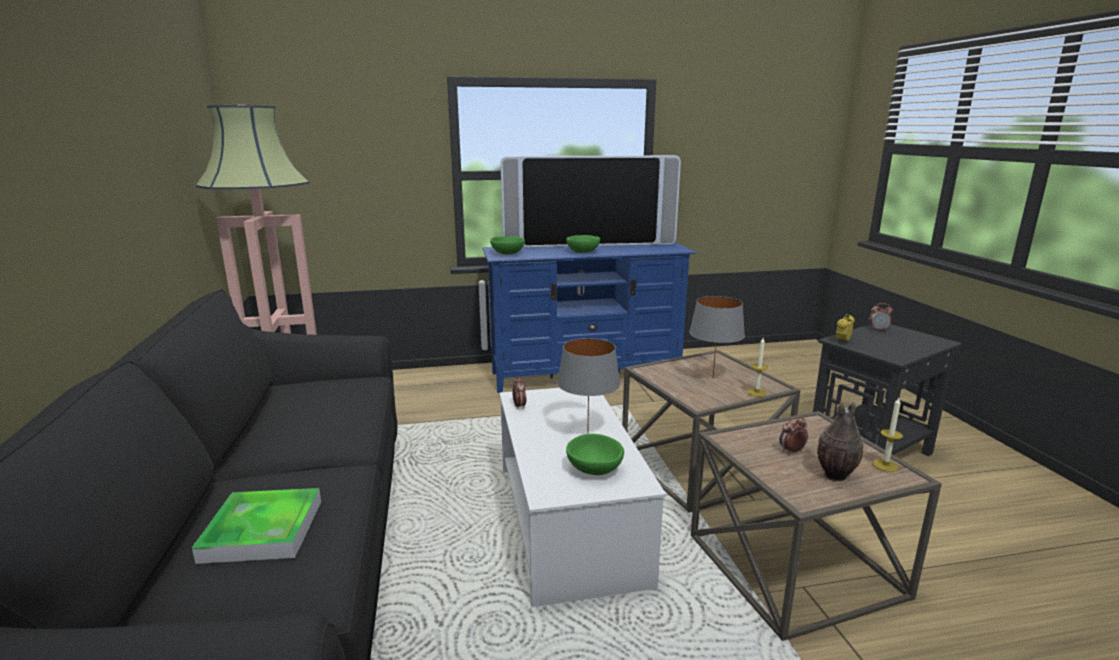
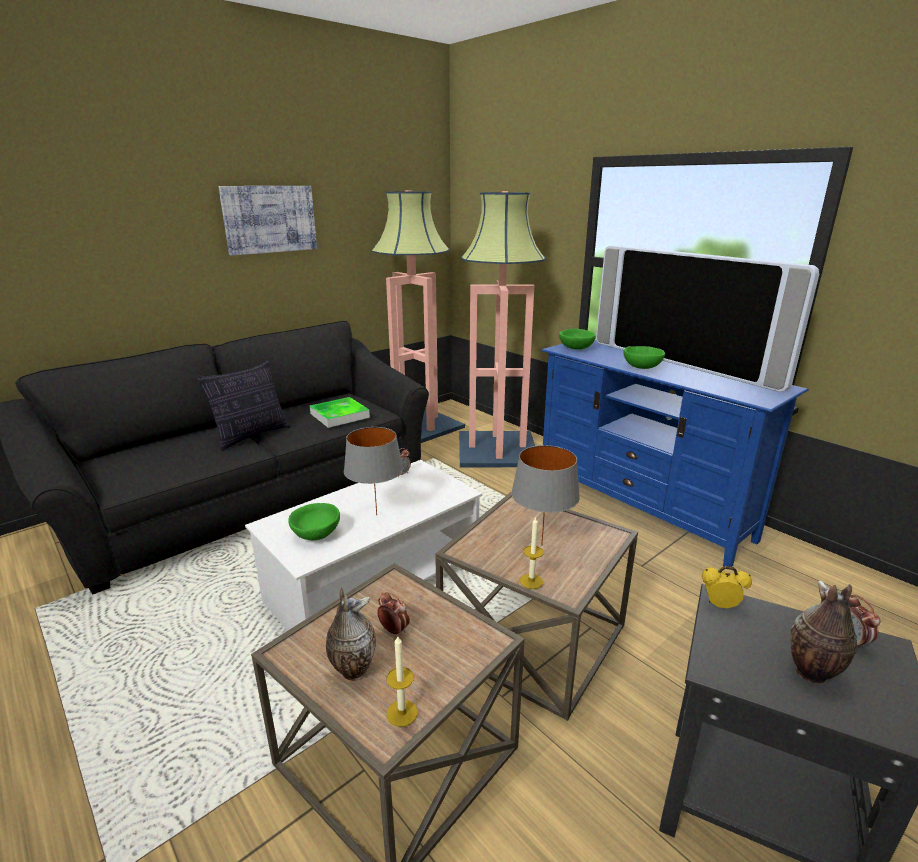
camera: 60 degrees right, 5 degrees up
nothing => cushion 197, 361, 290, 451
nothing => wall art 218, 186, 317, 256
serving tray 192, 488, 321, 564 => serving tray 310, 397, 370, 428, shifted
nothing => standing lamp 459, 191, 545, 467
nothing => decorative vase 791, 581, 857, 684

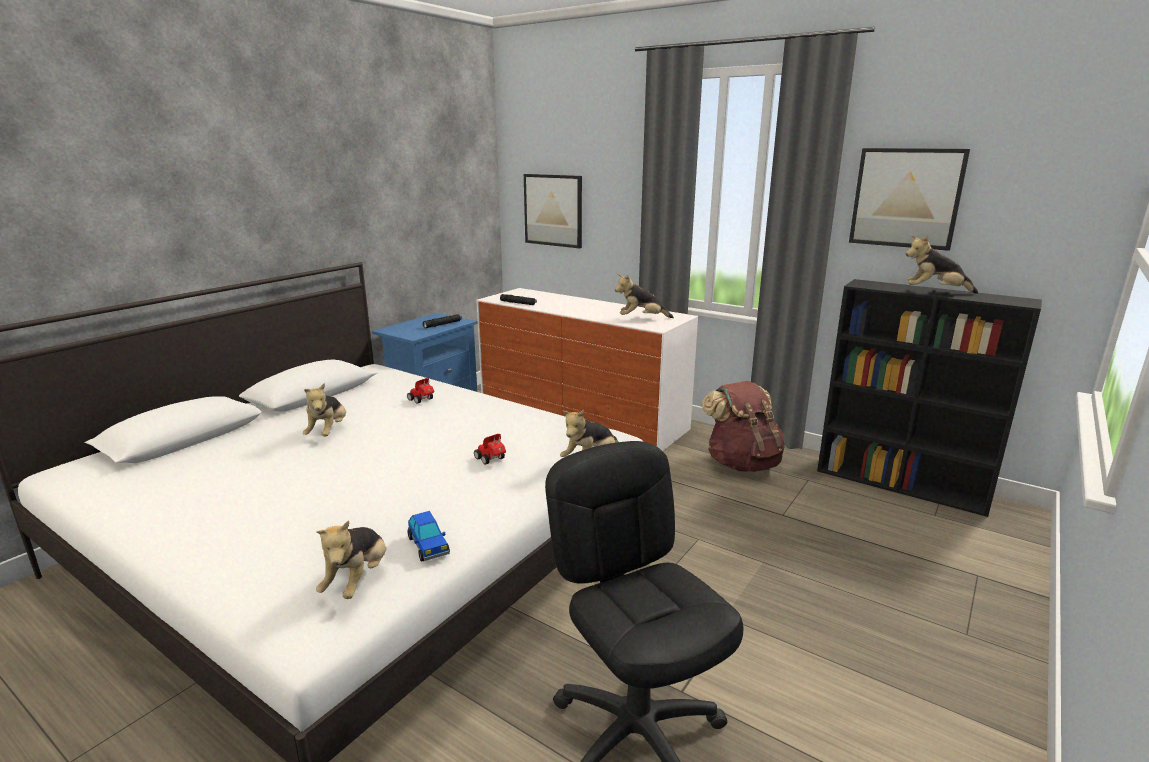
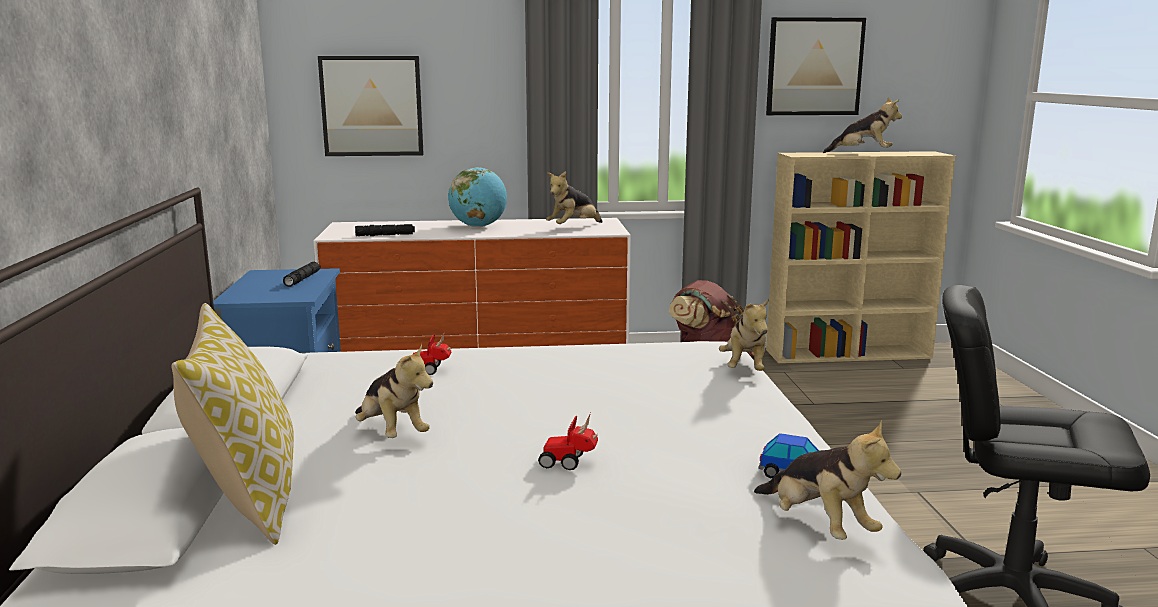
camera: 40 degrees left, 5 degrees down
nothing => cushion 172, 303, 294, 545
nothing => globe 448, 167, 507, 227
miniature car 474, 434, 506, 465 => miniature car 538, 413, 598, 470, shifted
black bookshelf 817, 279, 1042, 517 => beige bookshelf 766, 151, 955, 363
cuddly toy 906, 235, 978, 294 => cuddly toy 823, 97, 902, 153, 135 degrees counterclockwise

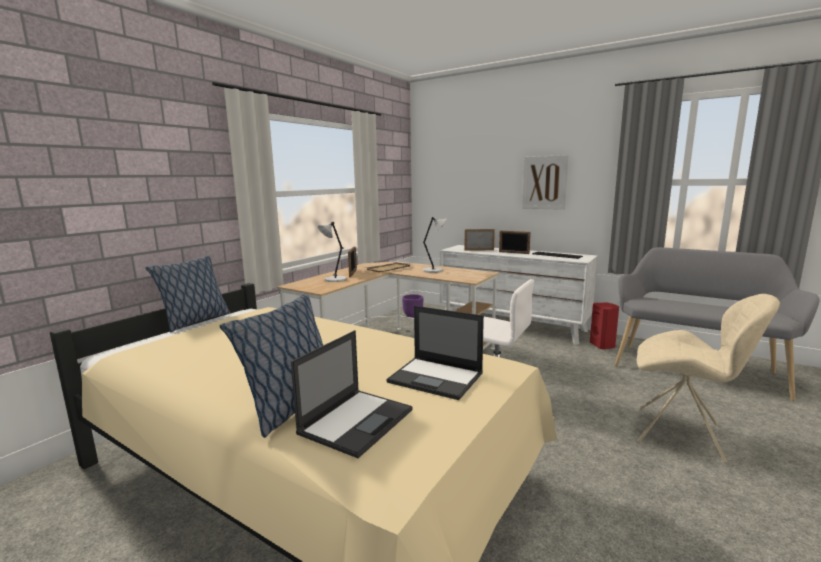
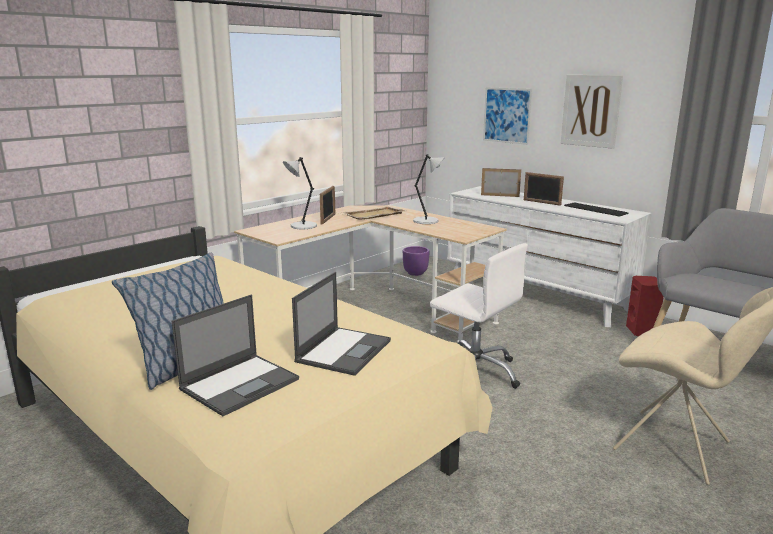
camera: 10 degrees right, 5 degrees up
laptop 386, 306, 484, 400 => laptop 292, 272, 391, 376, 105 degrees counterclockwise
nothing => wall art 483, 87, 533, 145
cushion 145, 255, 230, 332 => nothing

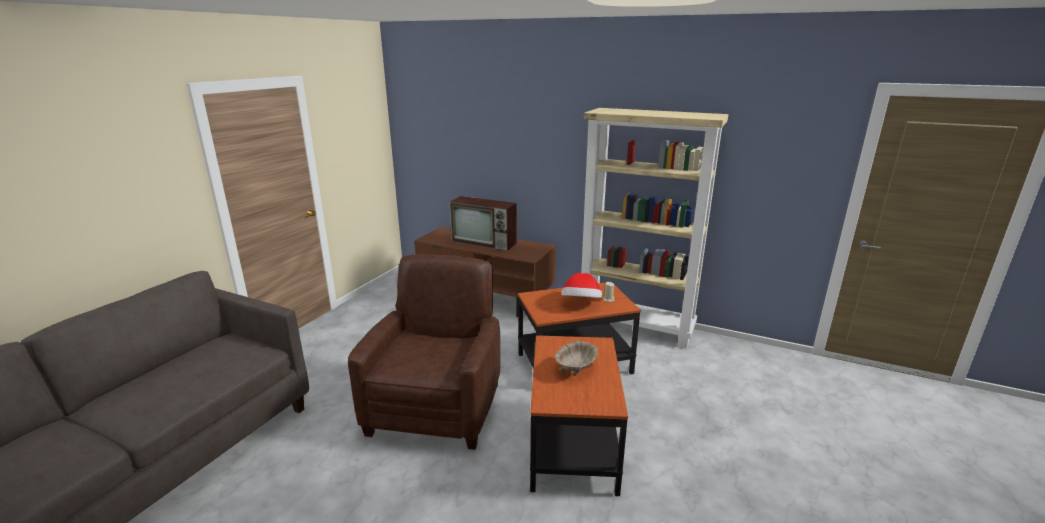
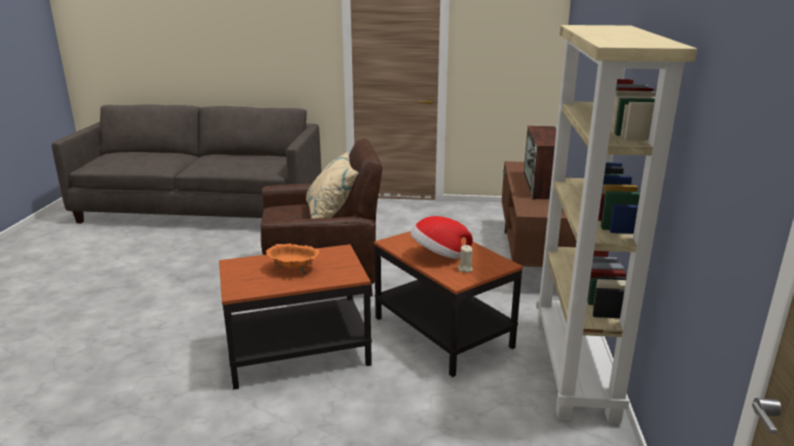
camera: 70 degrees right, 0 degrees up
beige deep dish 555, 340, 598, 376 => orange-coloured deep dish 265, 244, 319, 275
nothing => beige cushion 306, 152, 358, 219

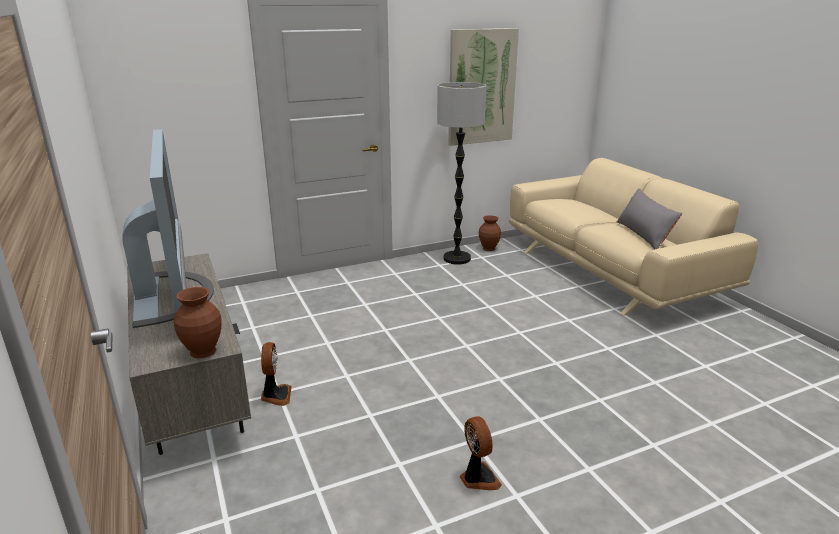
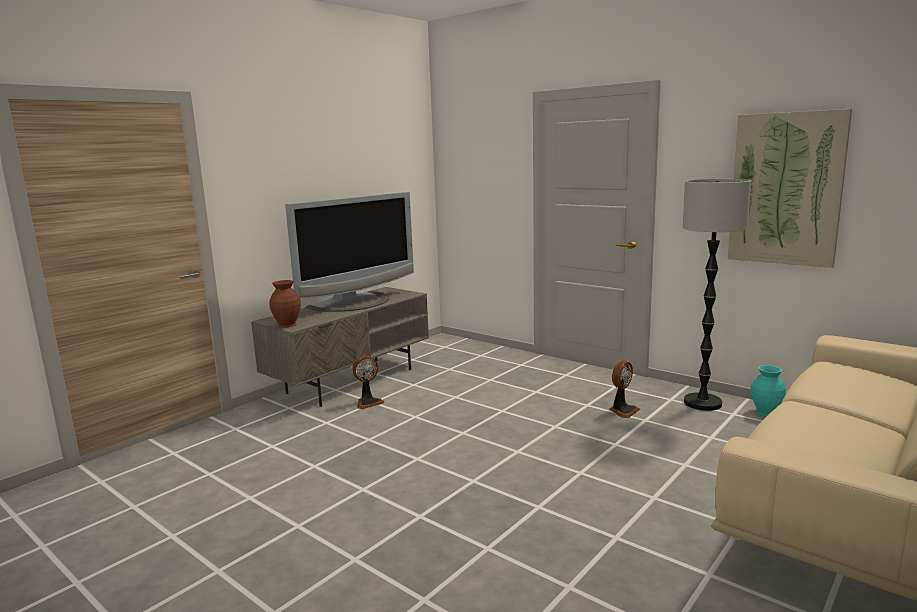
camera: 65 degrees right, 10 degrees down
fan 460, 416, 502, 490 => fan 610, 361, 640, 418, shifted
brownish decorative vase 479, 215, 501, 251 => turquoise-coloured decorative vase 751, 365, 786, 416
greyish cushion 617, 188, 682, 250 => nothing

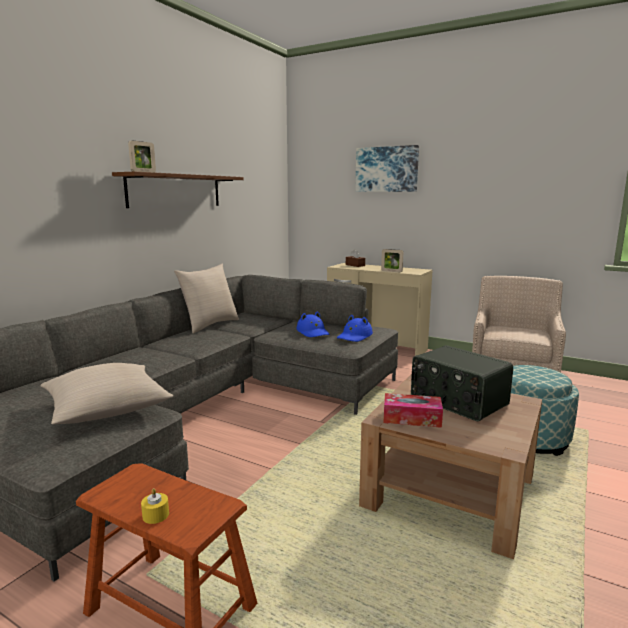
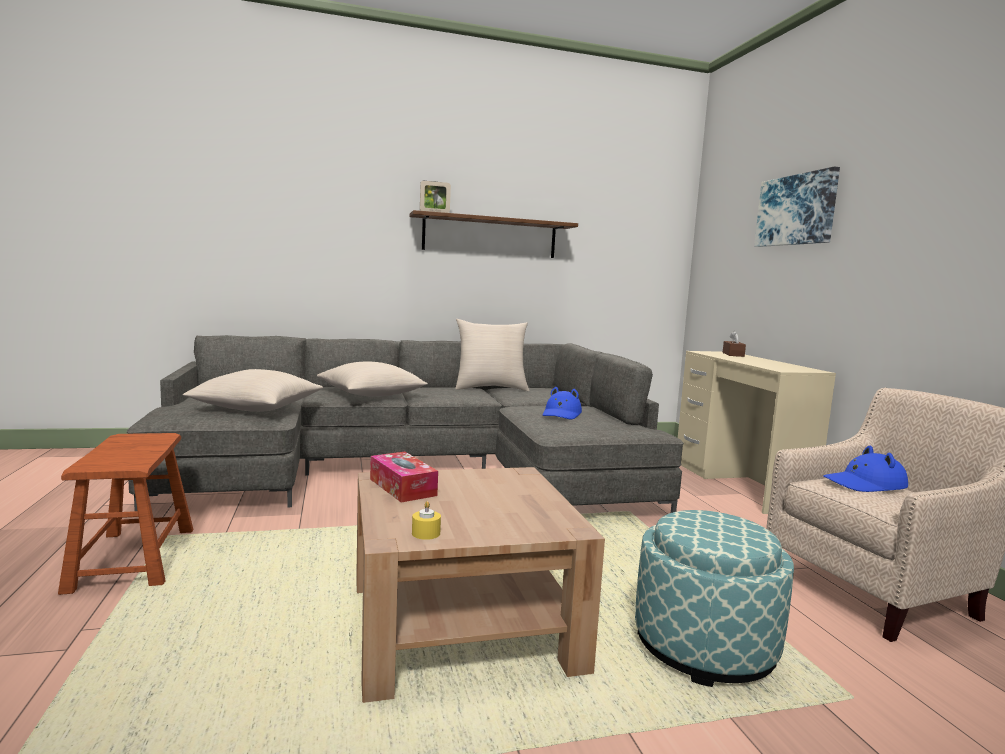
camera: 45 degrees right, 5 degrees down
nothing => beige cushion 317, 362, 428, 397
yellow-coloured wax light 141, 488, 169, 524 => yellow-coloured wax light 412, 501, 441, 540, shifted
blue clothing hat 337, 315, 373, 342 => blue clothing hat 824, 446, 908, 492, shifted
photo frame 381, 249, 403, 272 => nothing
radio receiver 411, 345, 513, 421 => nothing

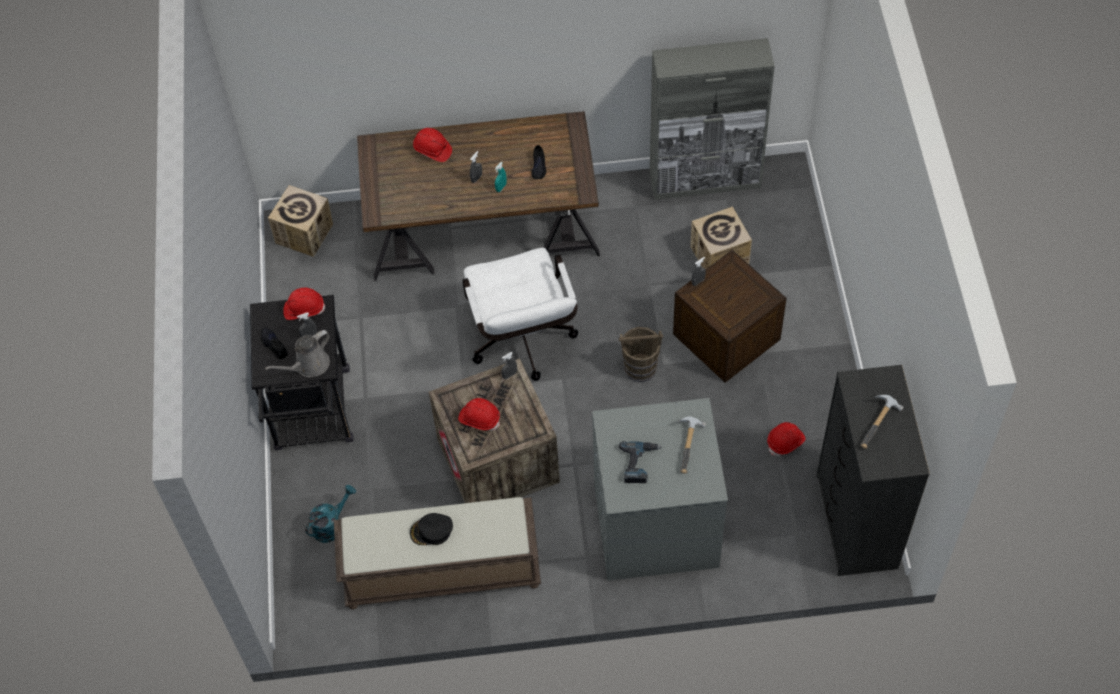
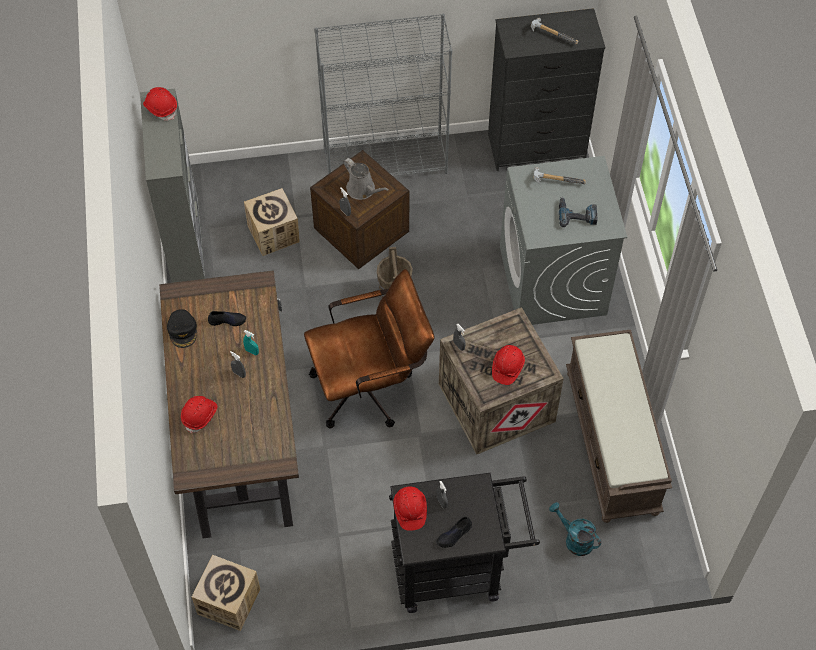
camera: 95 degrees left, 0 degrees up
red work helmet 767, 422, 806, 456 => red work helmet 143, 87, 177, 121, shifted
black peaked cap 410, 513, 453, 545 => black peaked cap 167, 309, 197, 348, shifted
white-coloured desk chair 462, 248, 578, 381 => brownish desk chair 304, 269, 435, 429
nothing => greyish bookshelf 314, 14, 452, 176
greyish watering can 265, 330, 330, 377 => greyish watering can 343, 158, 389, 200, shifted

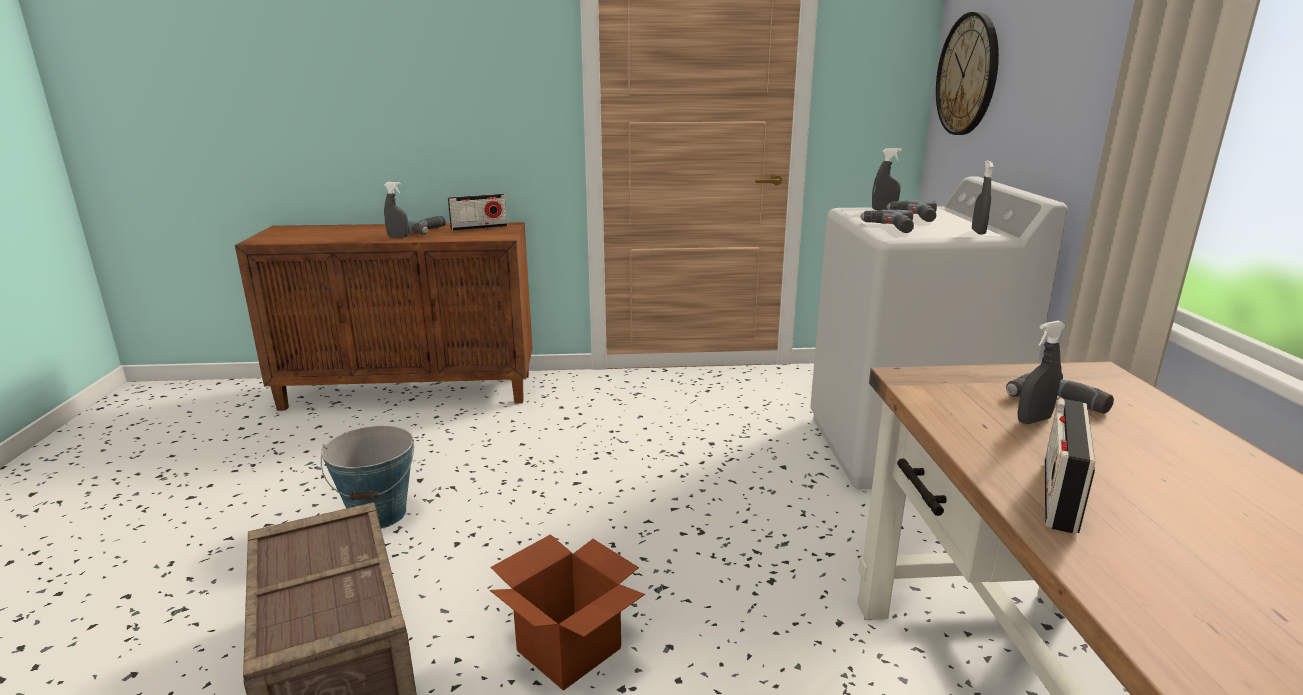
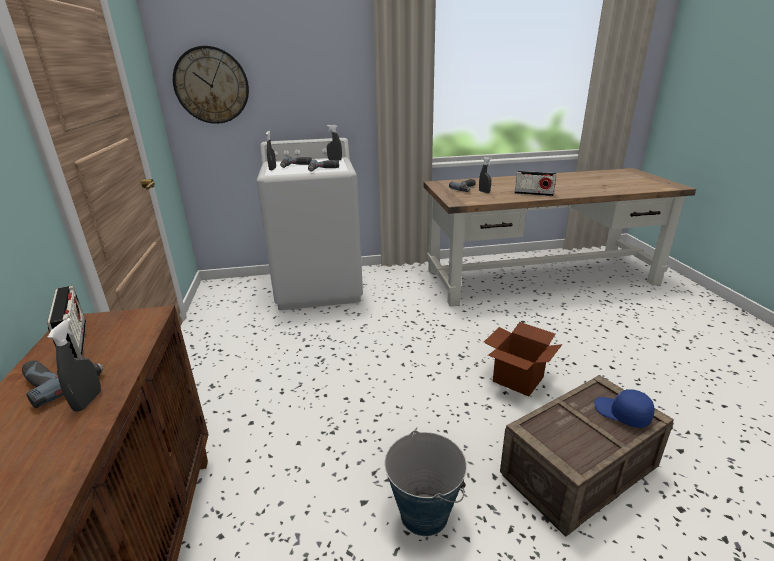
camera: 95 degrees left, 5 degrees up
nothing => blue peaked cap 594, 389, 654, 428

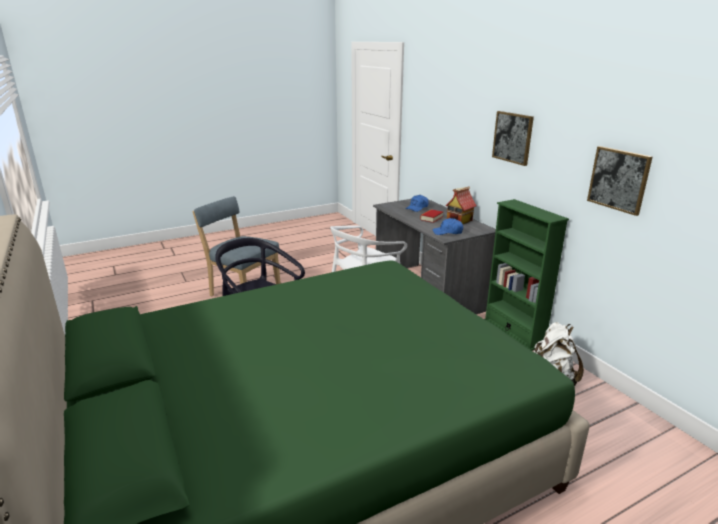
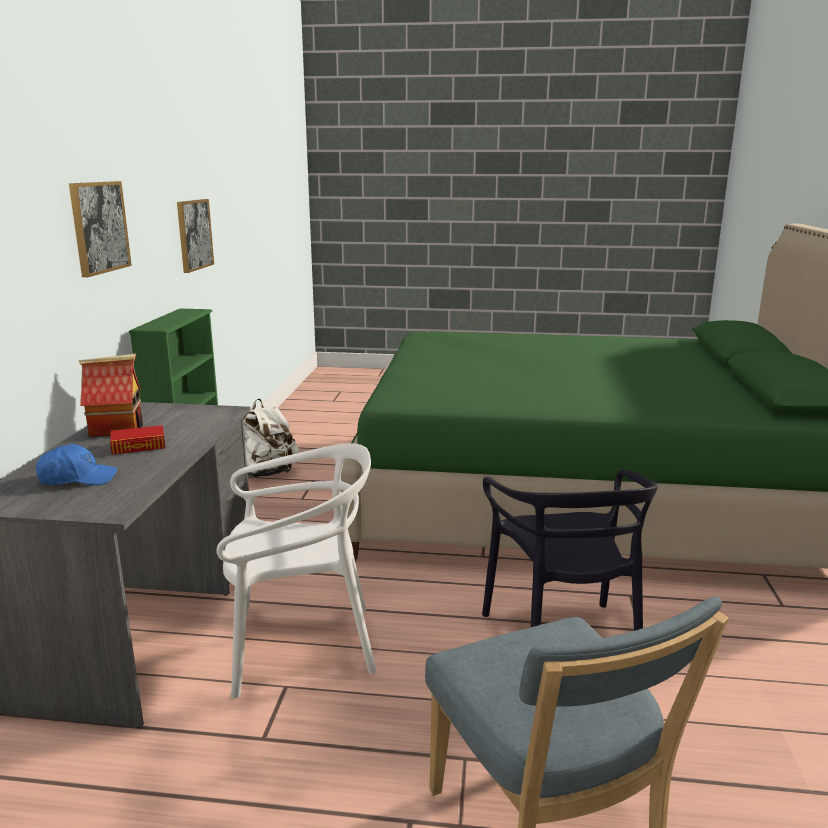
camera: 145 degrees left, 5 degrees down
blue peaked cap 432, 218, 463, 235 => nothing

